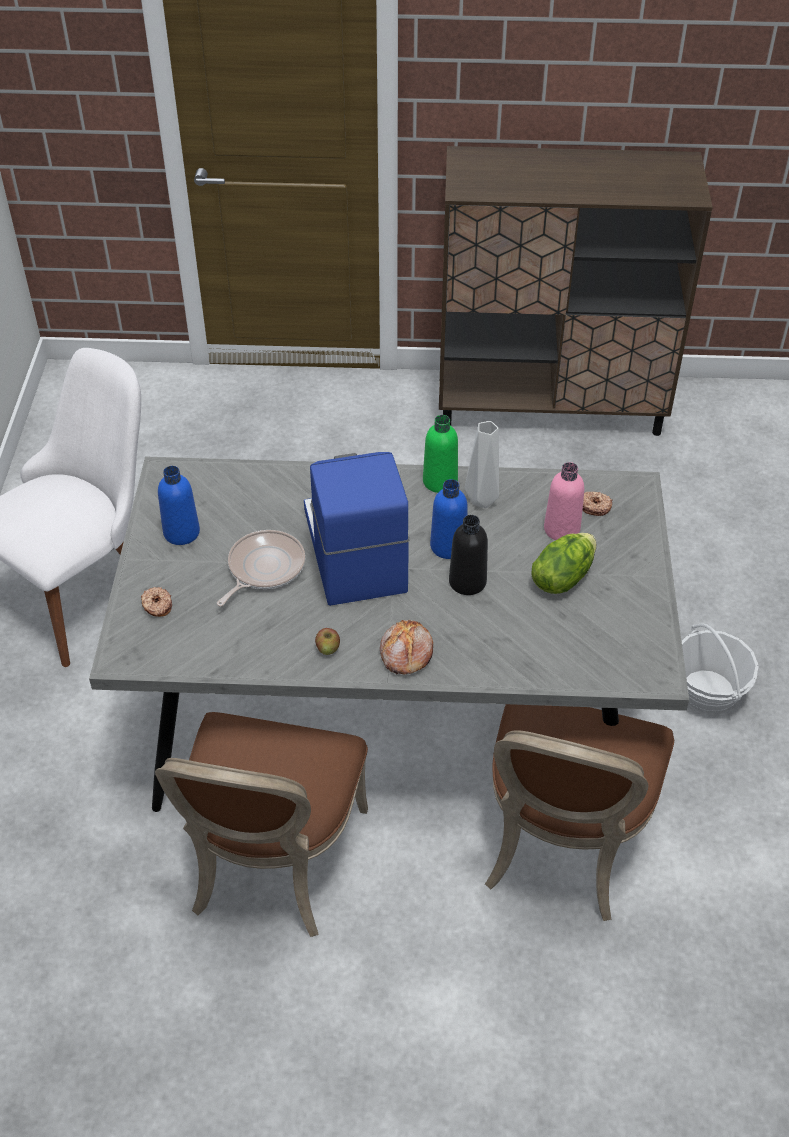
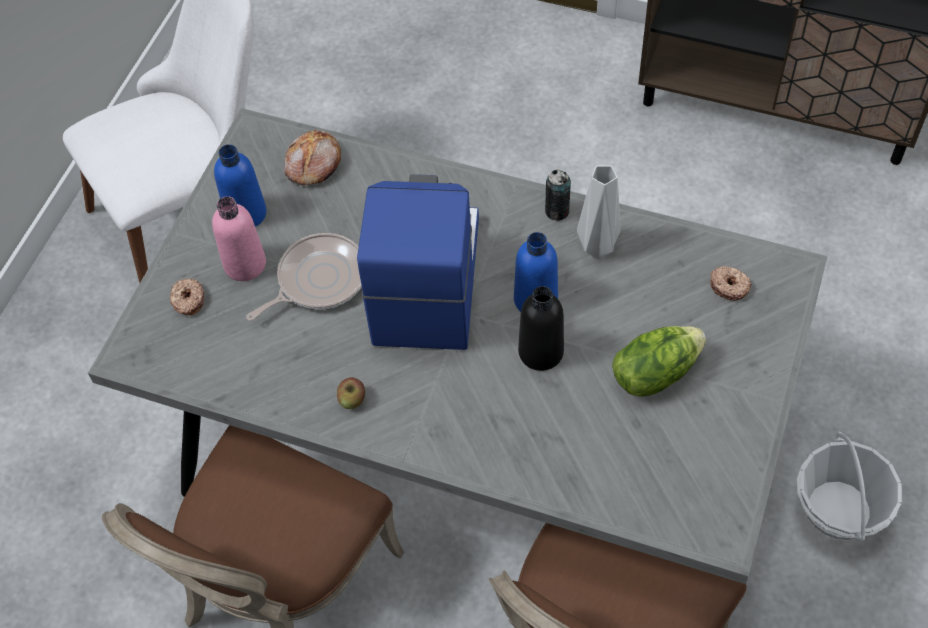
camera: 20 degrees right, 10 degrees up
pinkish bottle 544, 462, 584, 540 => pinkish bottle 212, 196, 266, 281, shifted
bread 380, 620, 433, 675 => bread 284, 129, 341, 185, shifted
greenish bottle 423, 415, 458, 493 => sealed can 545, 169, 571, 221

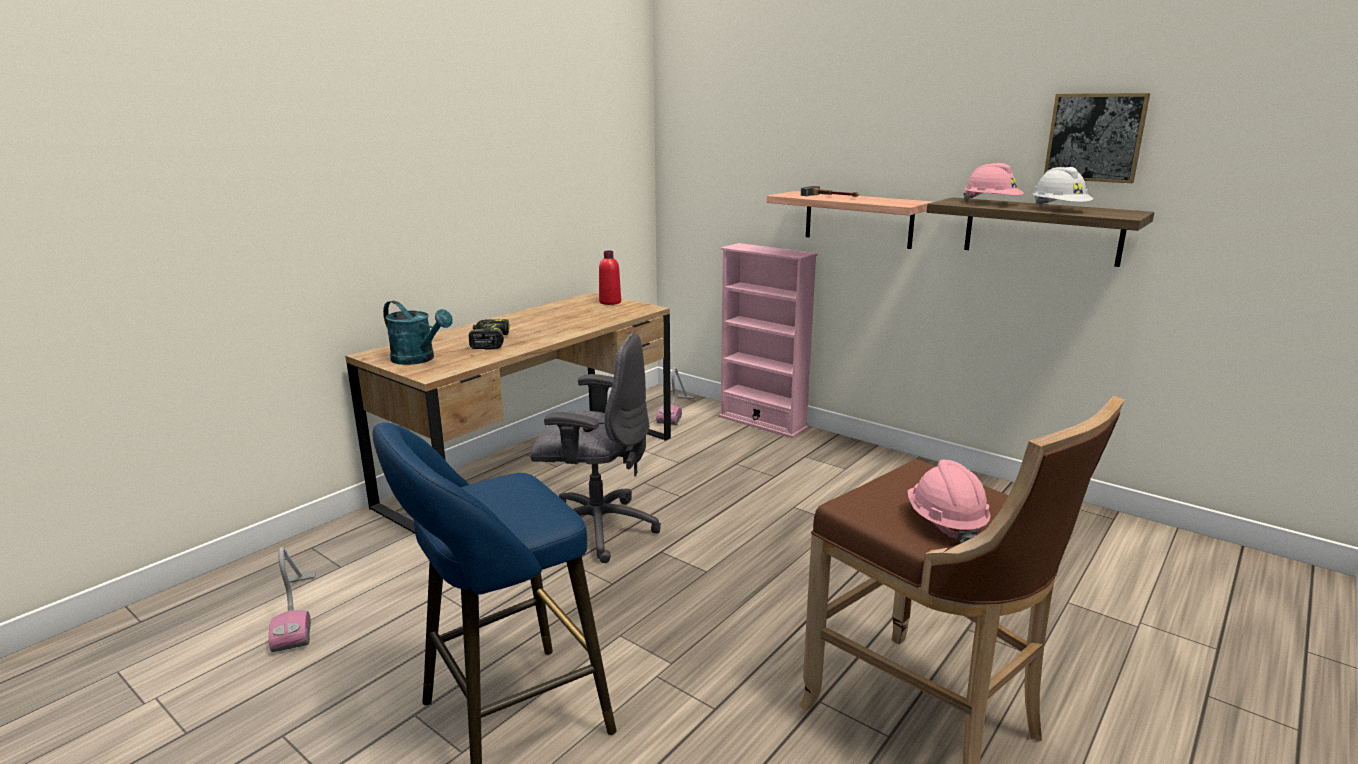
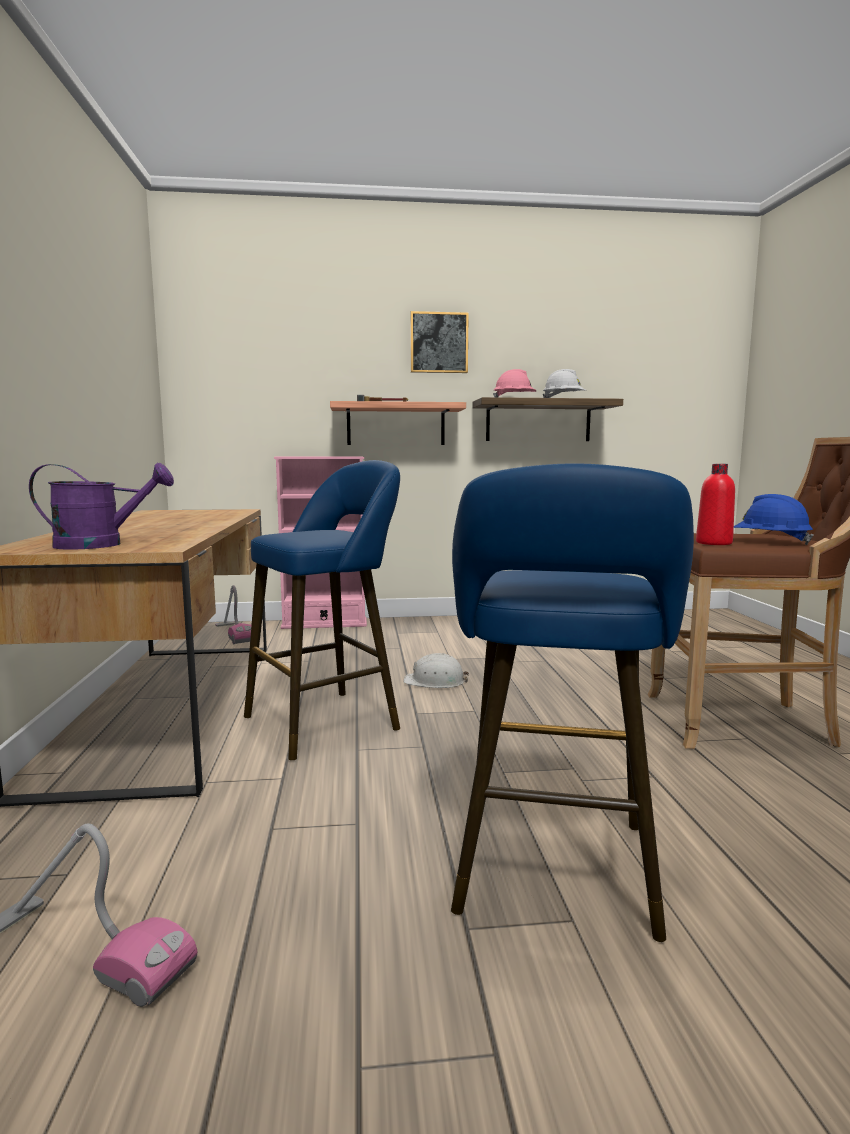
camera: 45 degrees left, 10 degrees down
turquoise-coloured watering can 383, 301, 453, 365 => purple-coloured watering can 29, 462, 174, 550
greyish desk chair 530, 333, 661, 563 => blue stool seat 244, 460, 400, 760
nothing => white-coloured work helmet 403, 653, 469, 688
wall art 1044, 93, 1150, 183 => wall art 410, 311, 469, 373, shifted
red bottle 599, 251, 621, 305 => red bottle 696, 464, 735, 545, shifted
pinkish work helmet 908, 460, 991, 543 => blue work helmet 734, 494, 813, 545
power drill 469, 319, 510, 350 => nothing

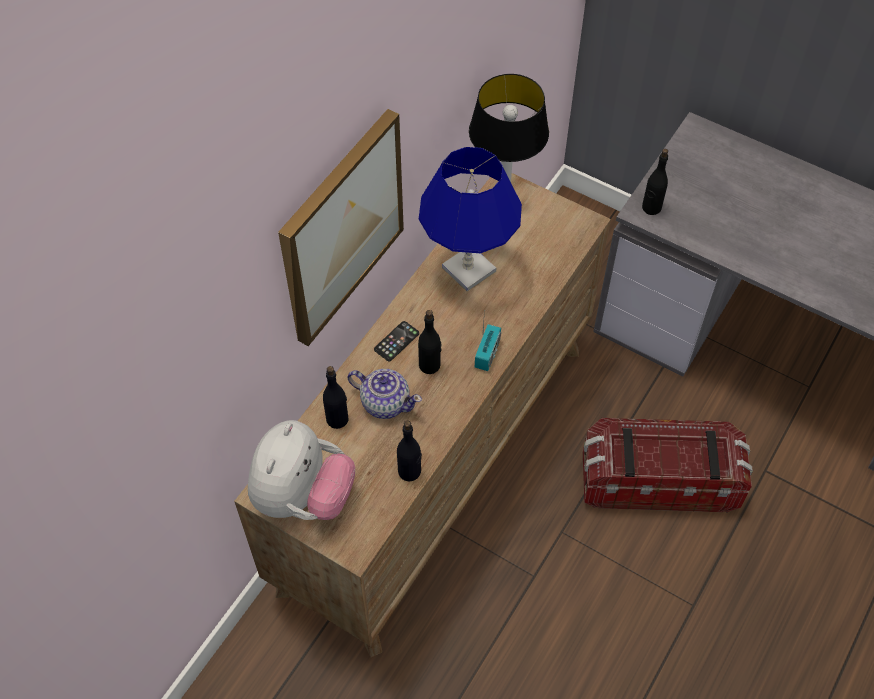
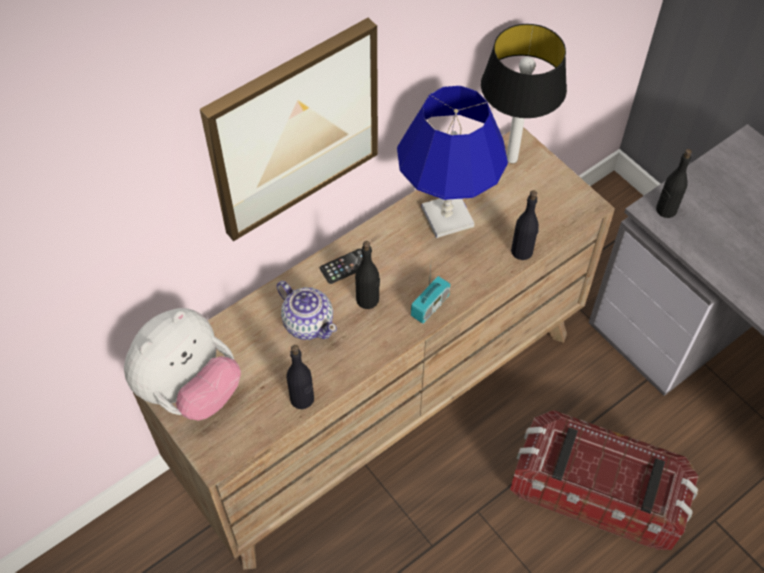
camera: 20 degrees right, 0 degrees up
black bottle 323, 366, 349, 429 => black bottle 511, 190, 539, 260, shifted

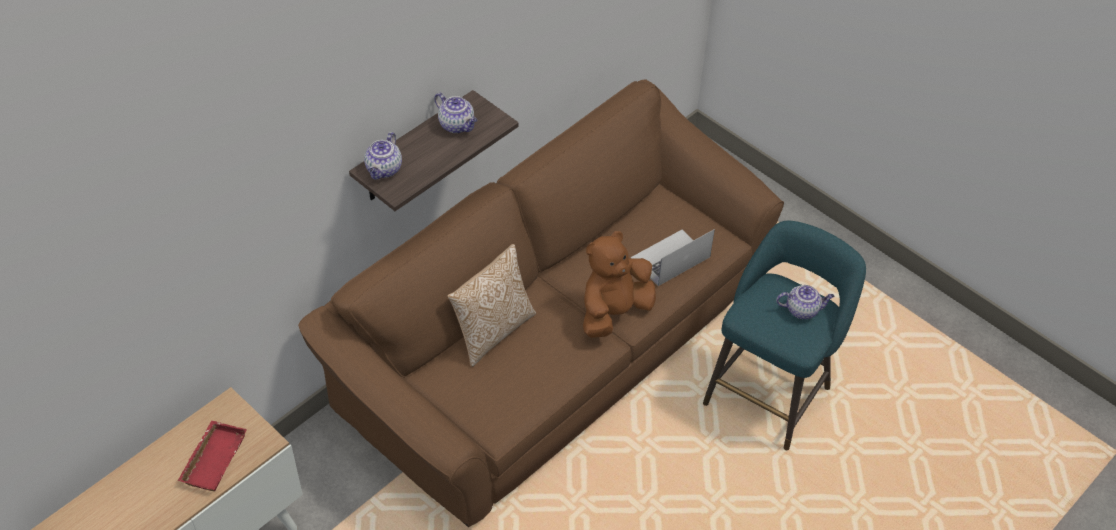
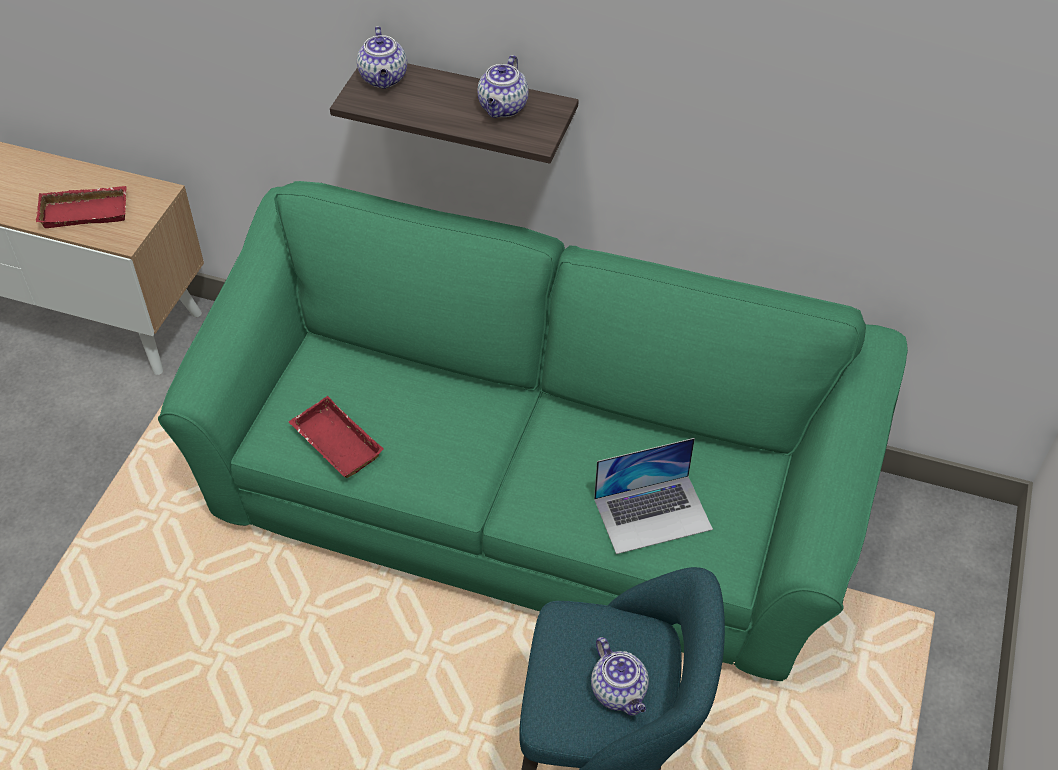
camera: 65 degrees right, 0 degrees up
brownish sofa 298, 79, 784, 527 => greenish sofa 158, 181, 908, 681
nothing => red serving tray 288, 396, 384, 478
tea pot 364, 132, 402, 180 => tea pot 357, 26, 407, 89, 90 degrees counterclockwise
laptop 631, 229, 715, 286 => laptop 594, 438, 713, 554, 135 degrees clockwise
cushion 448, 244, 536, 367 => nothing
brownish cuddly toy 583, 231, 656, 338 => nothing

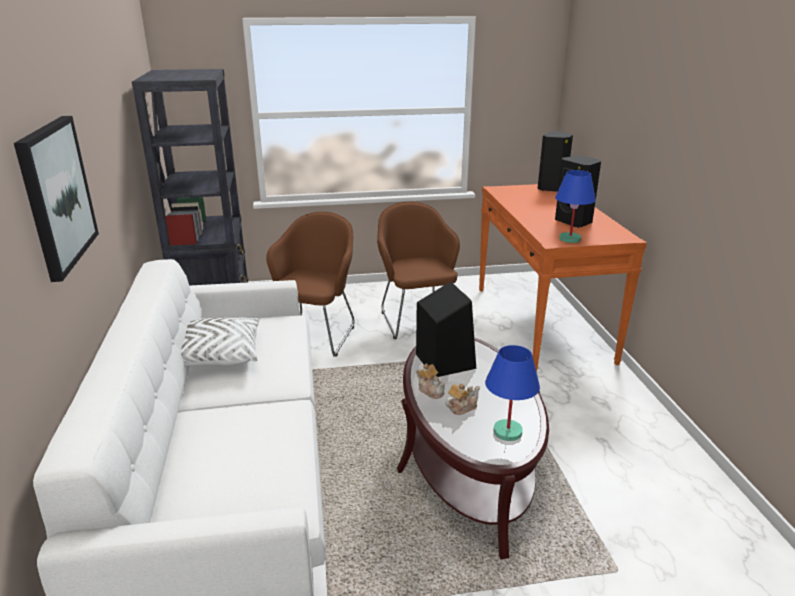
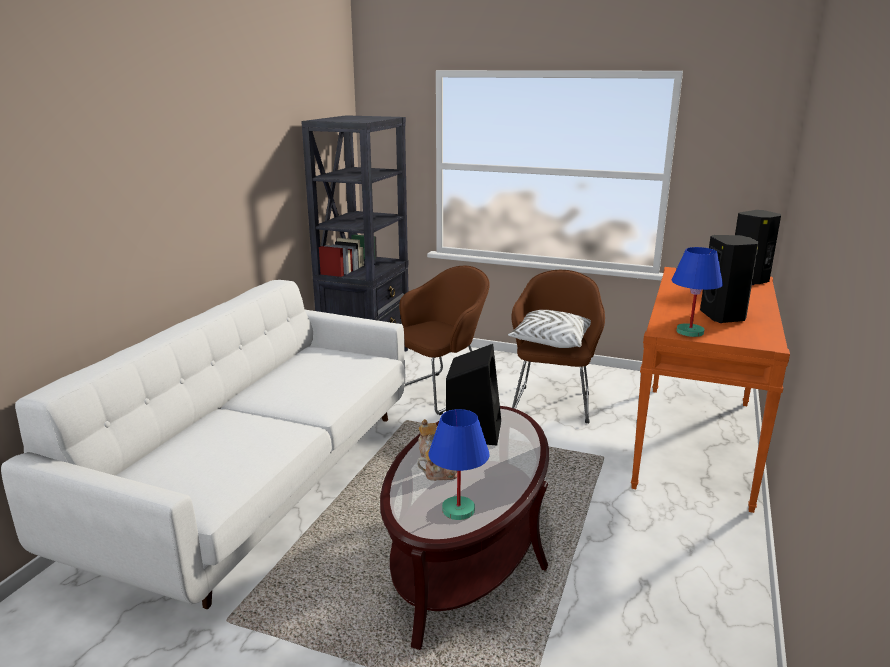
camera: 30 degrees right, 5 degrees down
white-coloured cushion 181, 317, 259, 366 => white-coloured cushion 508, 310, 591, 348, shifted
wall art 14, 116, 99, 282 => nothing

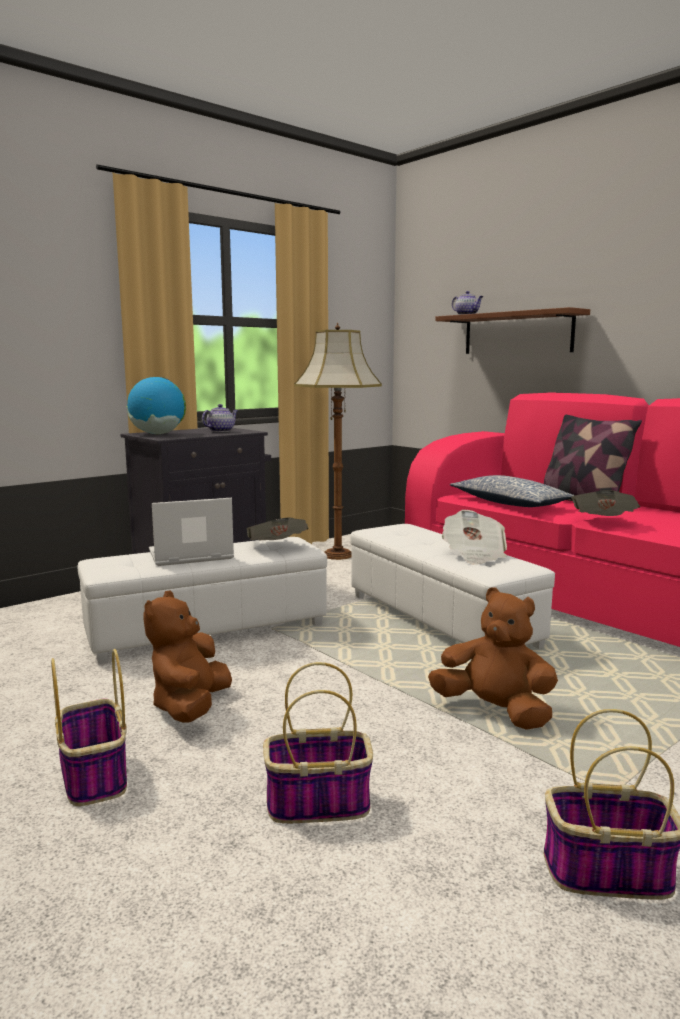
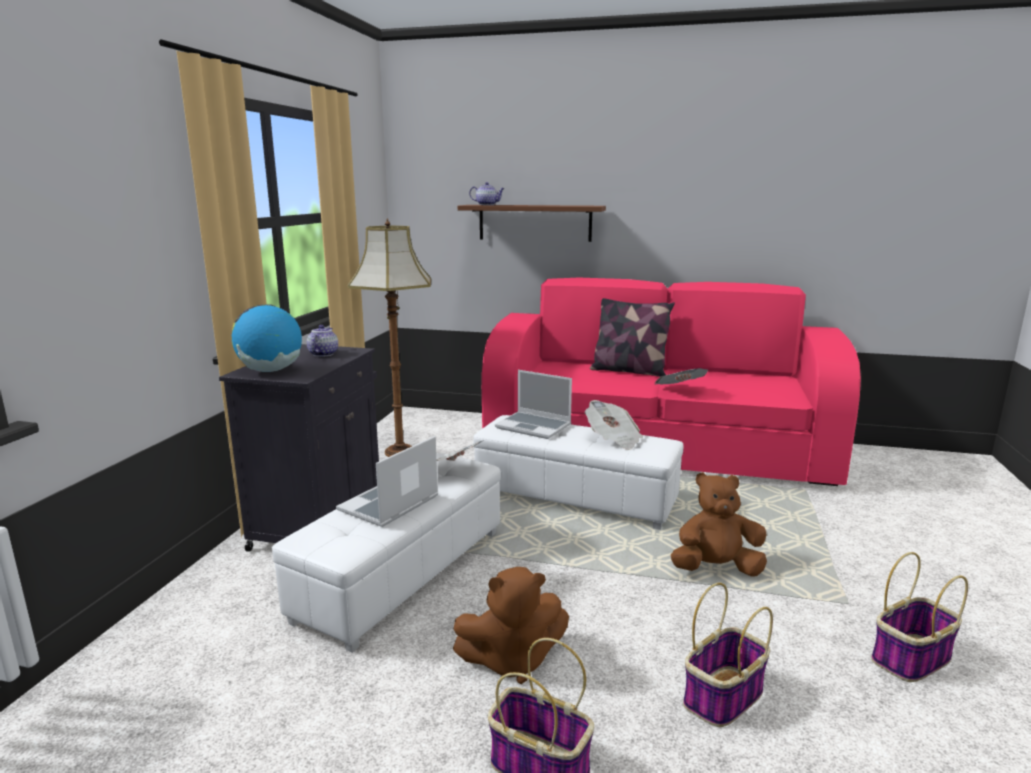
camera: 35 degrees left, 5 degrees up
brownish cuddly toy 143, 590, 232, 723 => brownish cuddly toy 453, 567, 569, 684, 75 degrees counterclockwise
nothing => laptop 495, 370, 572, 439
cushion 450, 475, 575, 507 => nothing

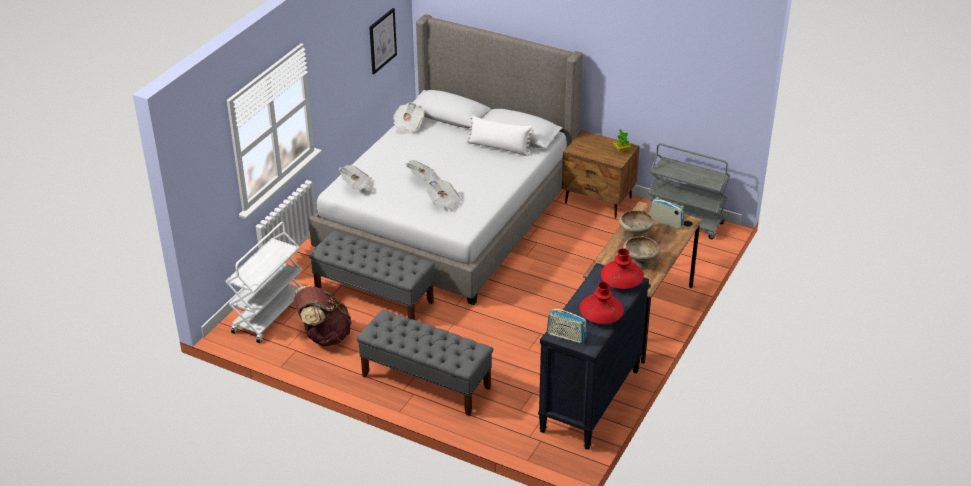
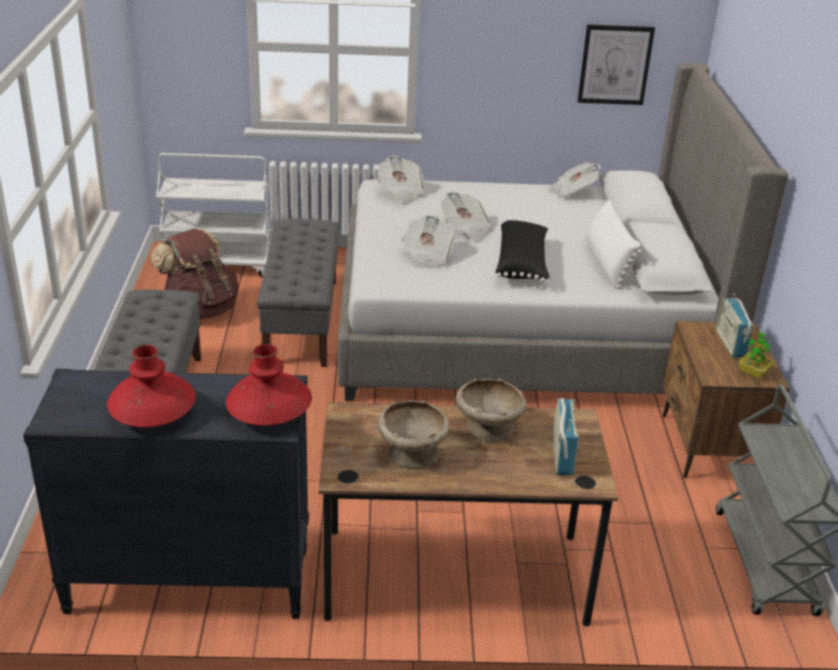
camera: 60 degrees right, 5 degrees down
nothing => black cushion 496, 220, 550, 282
radio receiver 546, 308, 586, 344 => radio receiver 716, 294, 753, 358, shifted

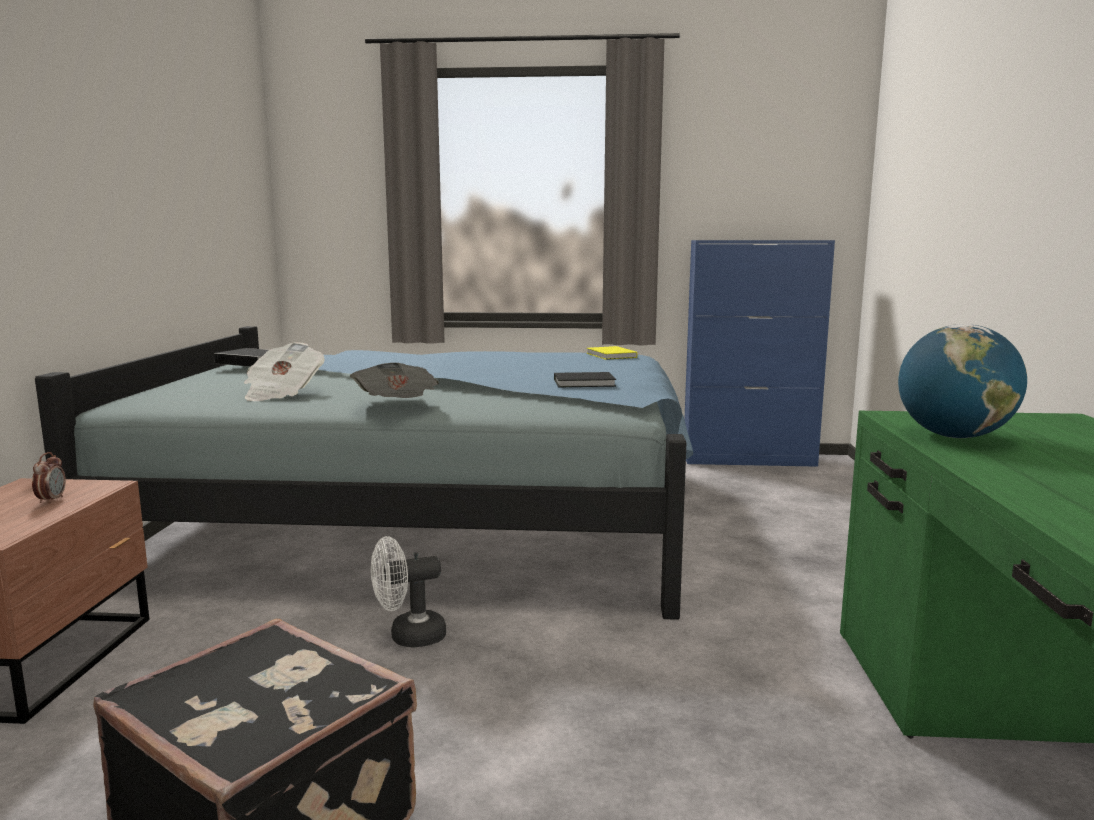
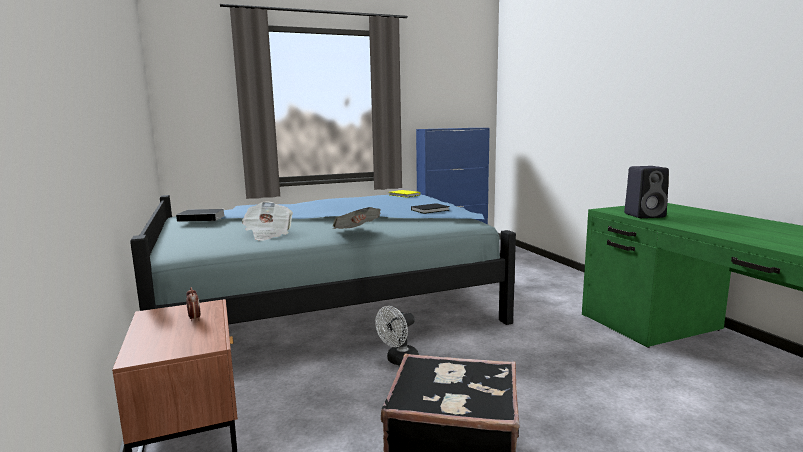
camera: 25 degrees left, 0 degrees up
globe 898, 324, 1027, 438 => black speaker 624, 166, 669, 218

